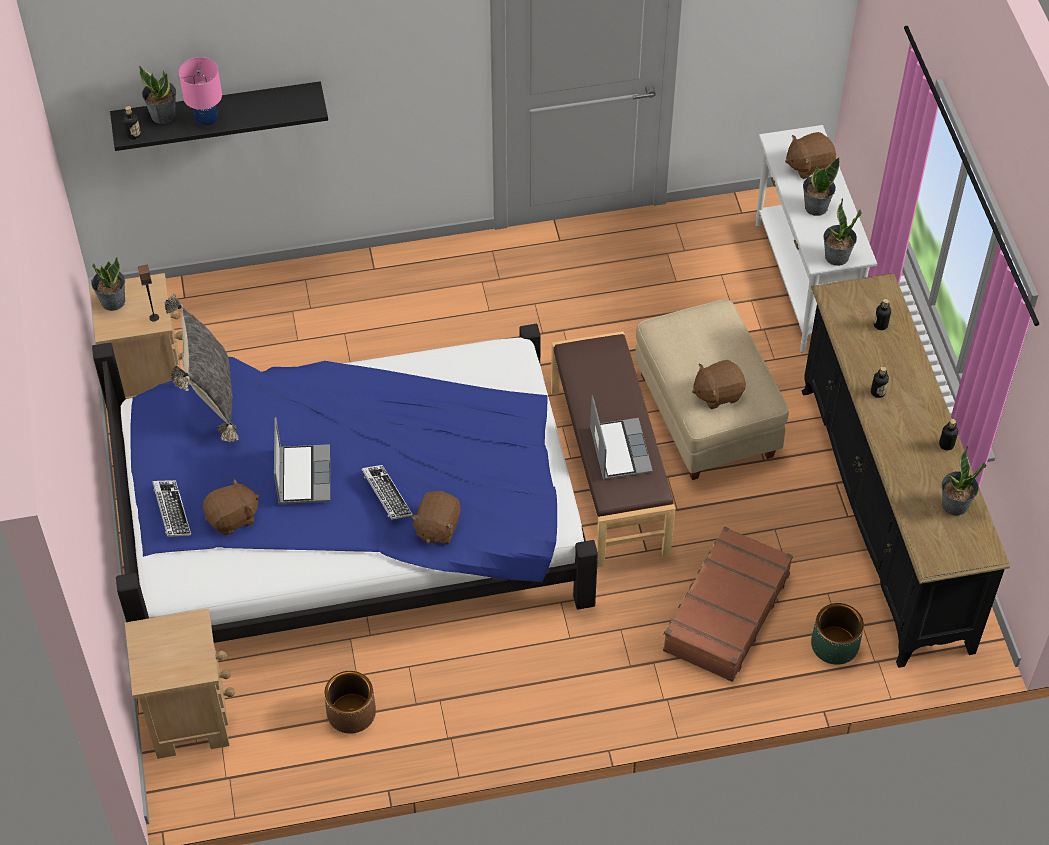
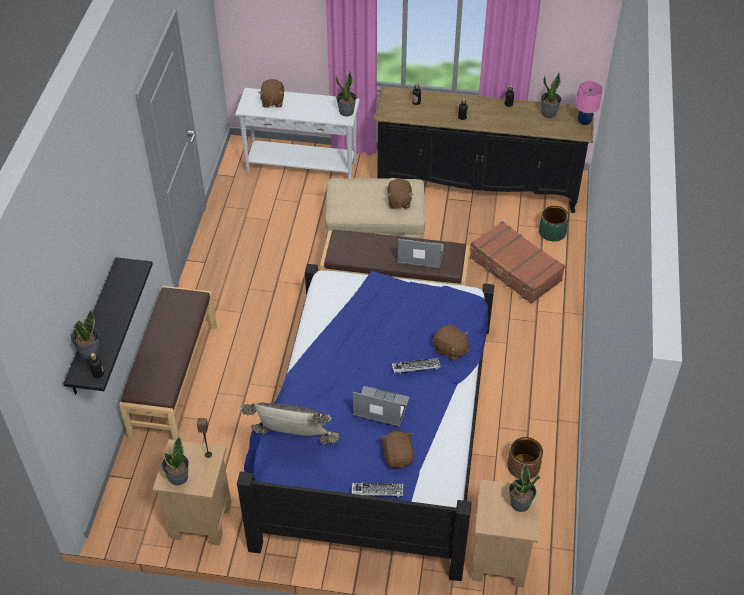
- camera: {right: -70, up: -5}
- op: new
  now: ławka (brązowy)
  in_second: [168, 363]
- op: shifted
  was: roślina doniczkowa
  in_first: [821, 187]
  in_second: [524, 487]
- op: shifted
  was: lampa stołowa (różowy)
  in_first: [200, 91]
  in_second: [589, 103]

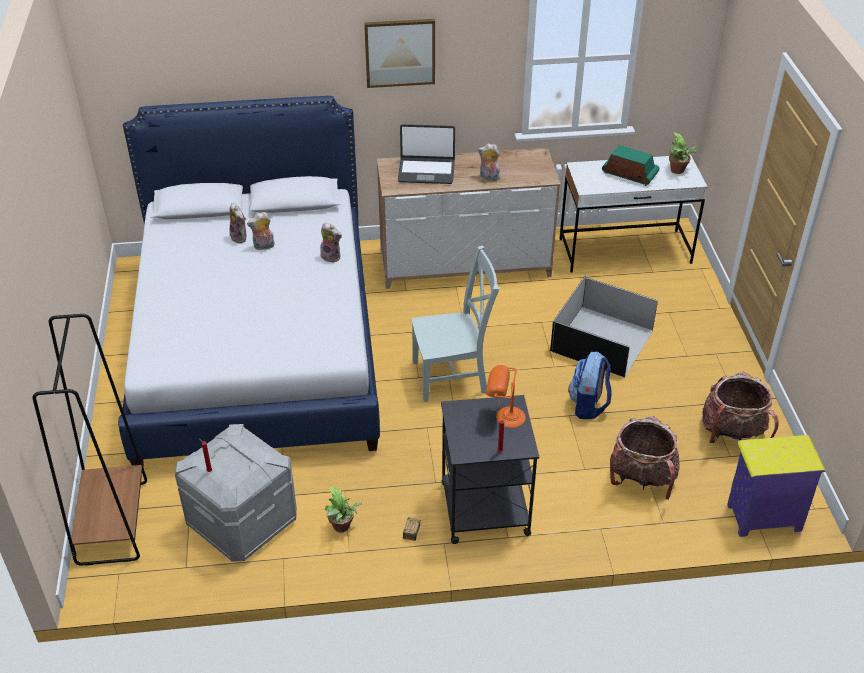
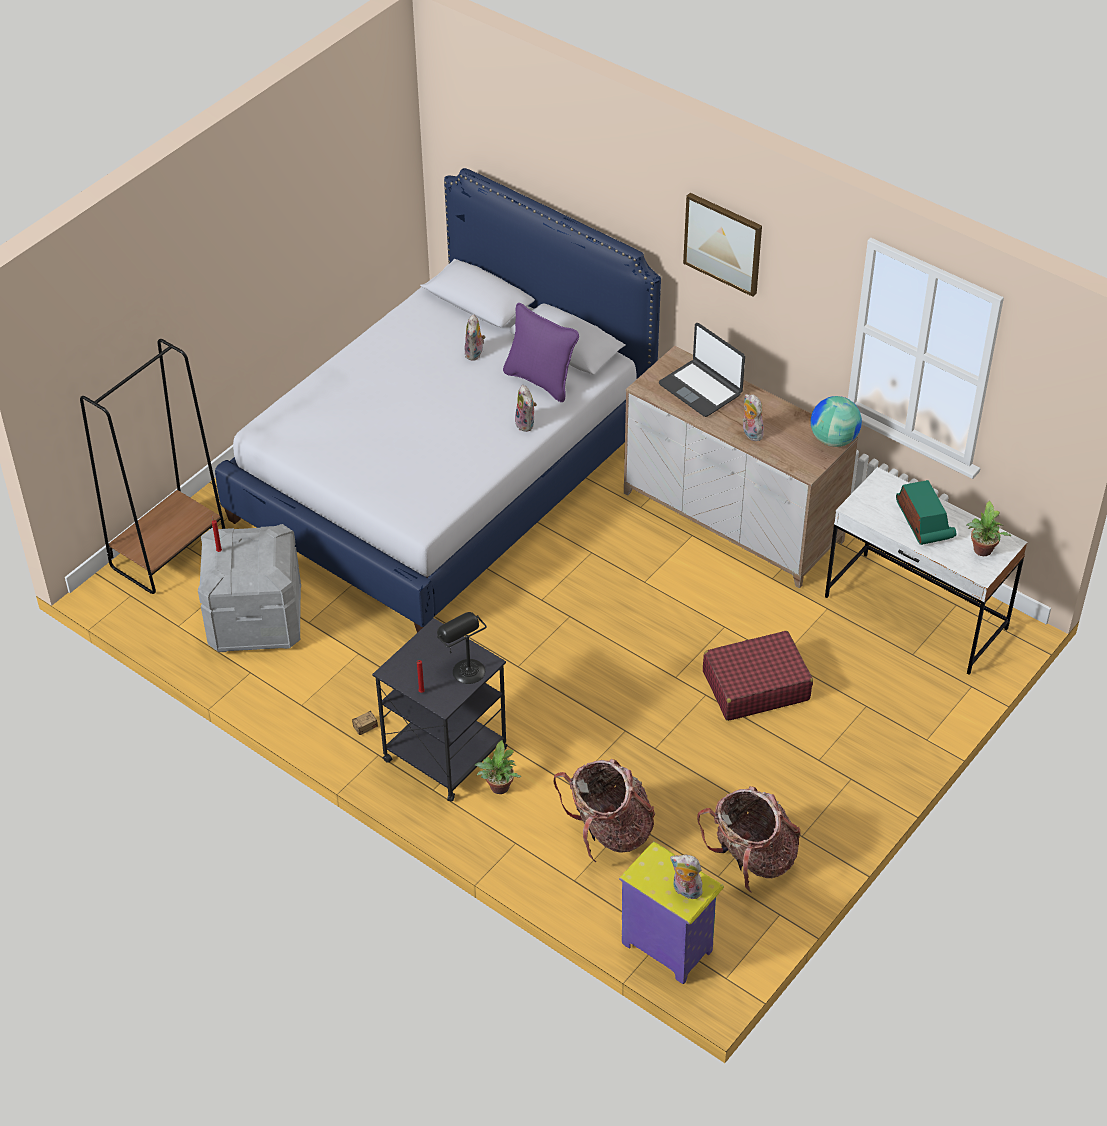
- camera: {right: 45, up: 5}
- op: repainted
  was: lampa stołowa (pomarańczowy)
  now: lampa stołowa (czarny)
  in_first: [506, 396]
  in_second: [462, 648]
- op: shifted
  was: roślina doniczkowa
  in_first: [343, 509]
  in_second: [497, 767]
- op: new
  now: poduszka (fioletowy)
  in_second: [541, 352]
- op: shifted
  was: pluszak
  in_first: [261, 231]
  in_second: [686, 877]
- op: swapped
  was: pojemnik do przechowywania (czarny)
  now: walizka (czerwony)
  in_first: [604, 326]
  in_second: [758, 676]
- op: new
  now: globus
  in_second: [836, 421]
- op: gone
  was: krzesło (szary)
  in_first: [455, 324]
- op: gone
  was: plecak
  in_first: [590, 385]

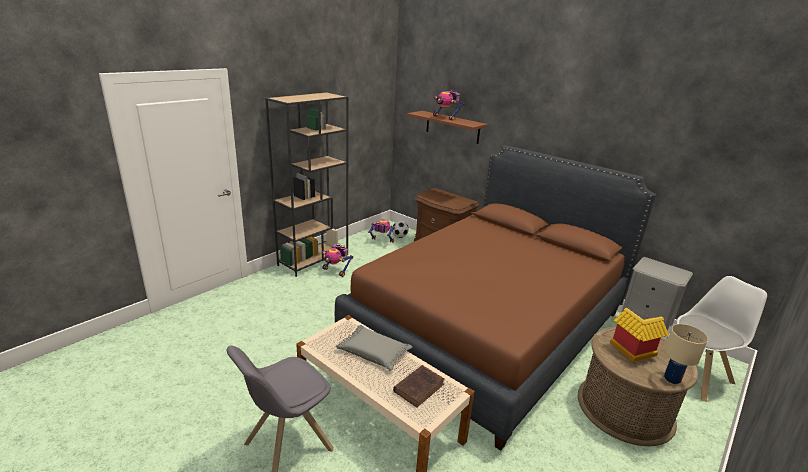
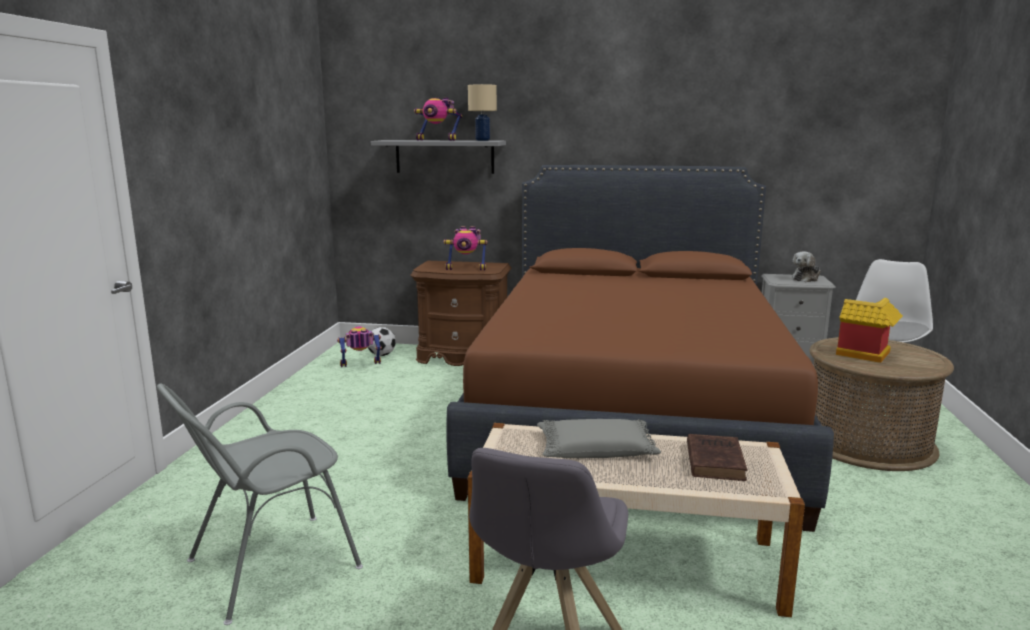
- camera: {right: -30, up: -10}
- op: new
  now: krzesło (szary)
  in_second: [260, 504]
- op: repainted
  was: półka (brązowy)
  now: półka (szary)
  in_first: [447, 127]
  in_second: [438, 157]
- op: shifted
  was: robot zabawkowy
  in_first: [338, 260]
  in_second: [465, 248]
- op: shifted
  was: lampa stołowa (beżowy)
  in_first: [686, 354]
  in_second: [482, 112]
- op: new
  now: pluszak
  in_second: [806, 266]
- op: gone
  was: regał
  in_first: [307, 184]

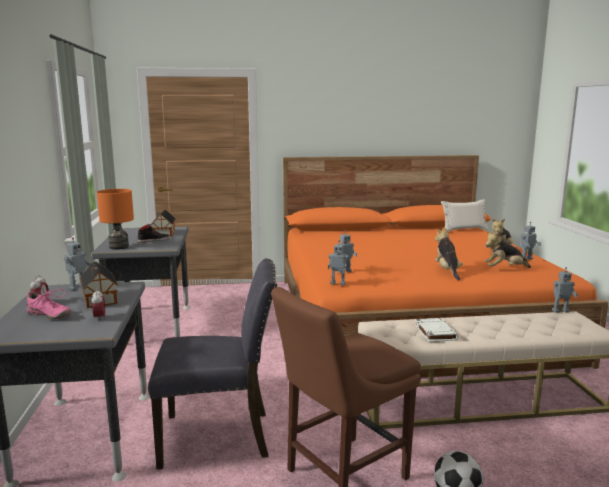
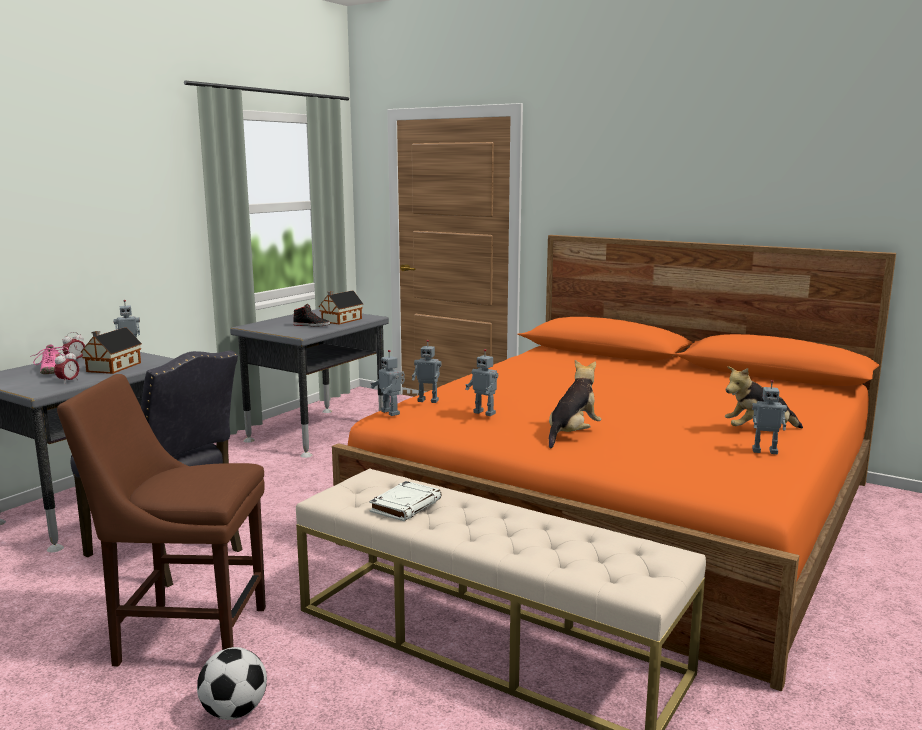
- camera: {right: 40, up: 0}
- op: shifted
  was: robot zabawkowy
  in_first: [565, 290]
  in_second: [481, 382]
- op: gone
  was: lampa stołowa (pomarańczowy)
  in_first: [115, 219]
- op: gone
  was: poduszka (biały)
  in_first: [464, 215]
- op: gone
  was: pluszak
  in_first: [507, 249]

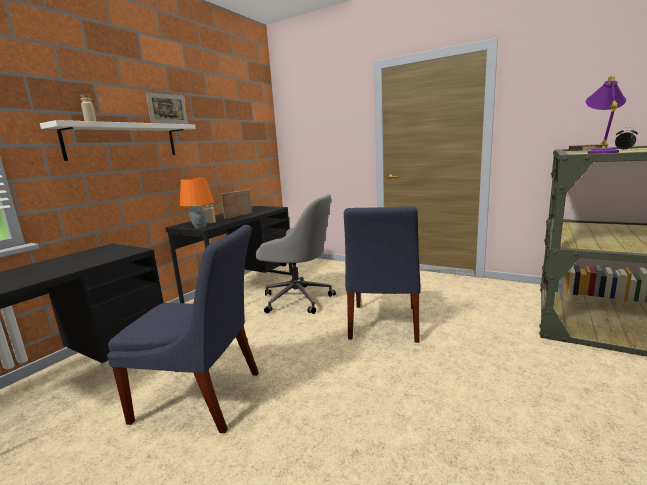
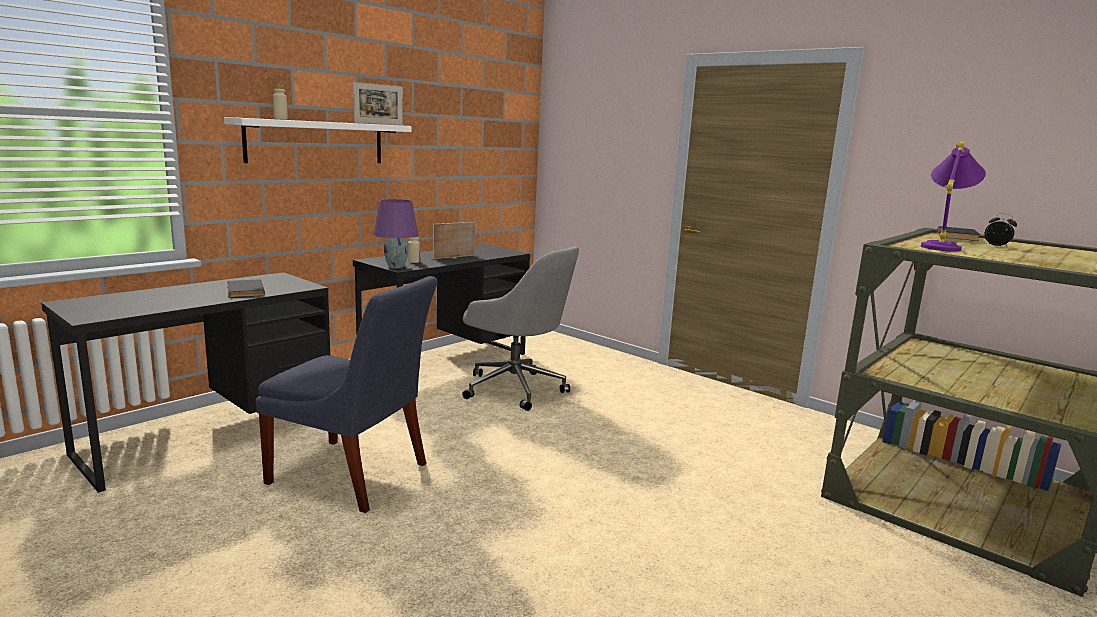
- camera: {right: 10, up: 0}
- op: new
  now: książka (czarny)
  in_second: [246, 288]
- op: repainted
  was: lampa stołowa (pomarańczowy)
  now: lampa stołowa (fioletowy)
  in_first: [197, 203]
  in_second: [396, 233]
- op: gone
  was: krzesło (niebieski)
  in_first: [382, 274]

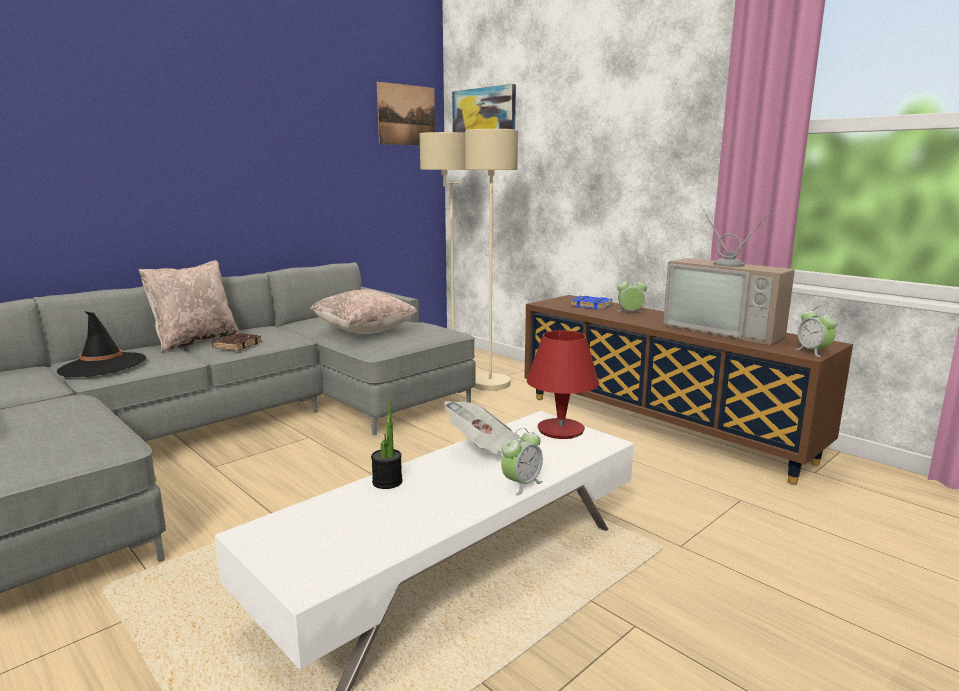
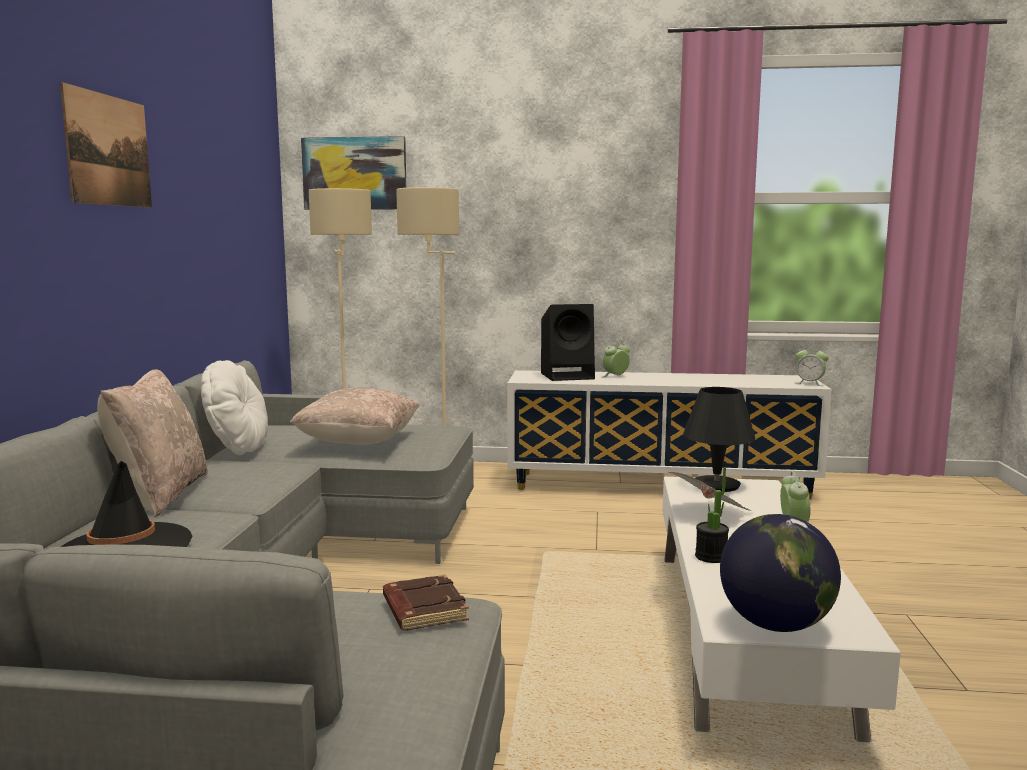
- camera: {right: -40, up: -5}
- op: shifted
  was: obraz
  in_first: [406, 113]
  in_second: [106, 145]
- op: new
  now: poduszka (biały)
  in_second: [234, 407]
- op: shifted
  was: książka (brązowy)
  in_first: [237, 342]
  in_second: [426, 602]
- op: repainted
  was: szafka pod telewizor (brązowy)
  now: szafka pod telewizor (biały)
  in_first: [688, 389]
  in_second: [669, 434]
- op: swapped
  was: książka (niebieski)
  now: głośnik (czarny)
  in_first: [591, 302]
  in_second: [568, 342]
- op: repainted
  was: lampa stołowa (czerwony)
  now: lampa stołowa (czarny)
  in_first: [563, 384]
  in_second: [719, 439]
- op: new
  now: globus
  in_second: [780, 573]
- op: gone
  was: telewizor
  in_first: [729, 275]

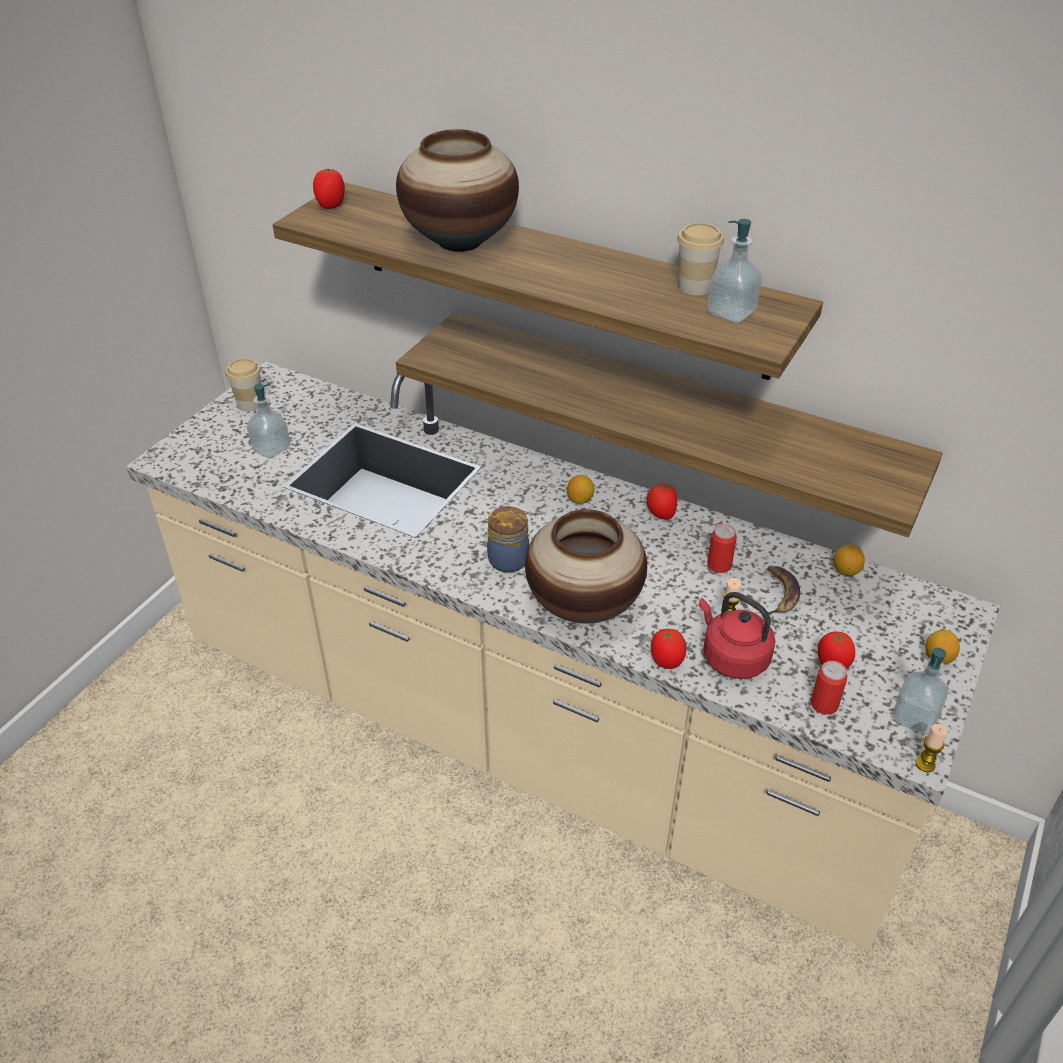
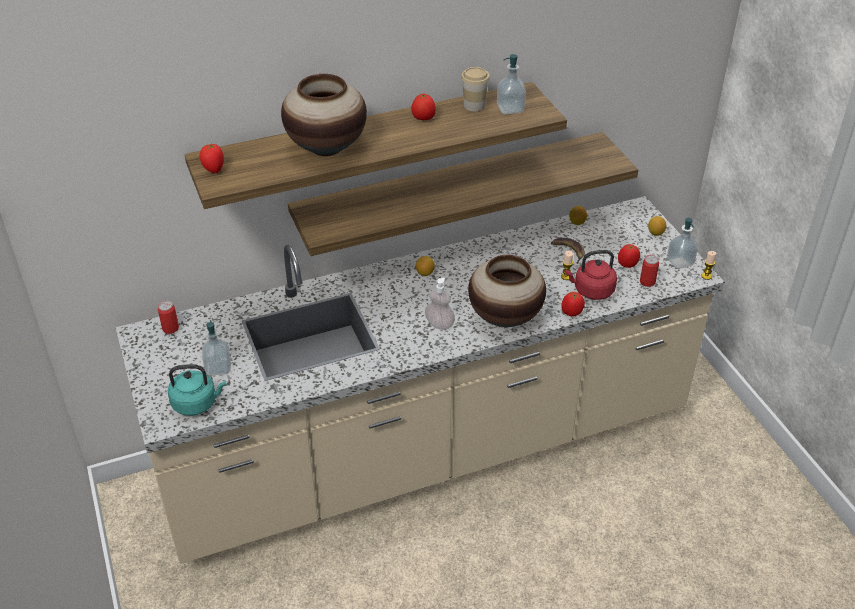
- camera: {right: -50, up: 0}
- op: shifted
  was: puszka
  in_first: [722, 548]
  in_second: [168, 317]
- op: new
  now: czajnik (turkusowy)
  in_second: [197, 390]
- op: shifted
  was: pomidor
  in_first: [662, 501]
  in_second: [423, 107]
- op: swapped
  was: słoik
  now: dozownik mydła
  in_first: [508, 539]
  in_second: [440, 304]
- op: gone
  was: filiżanka
  in_first: [243, 384]

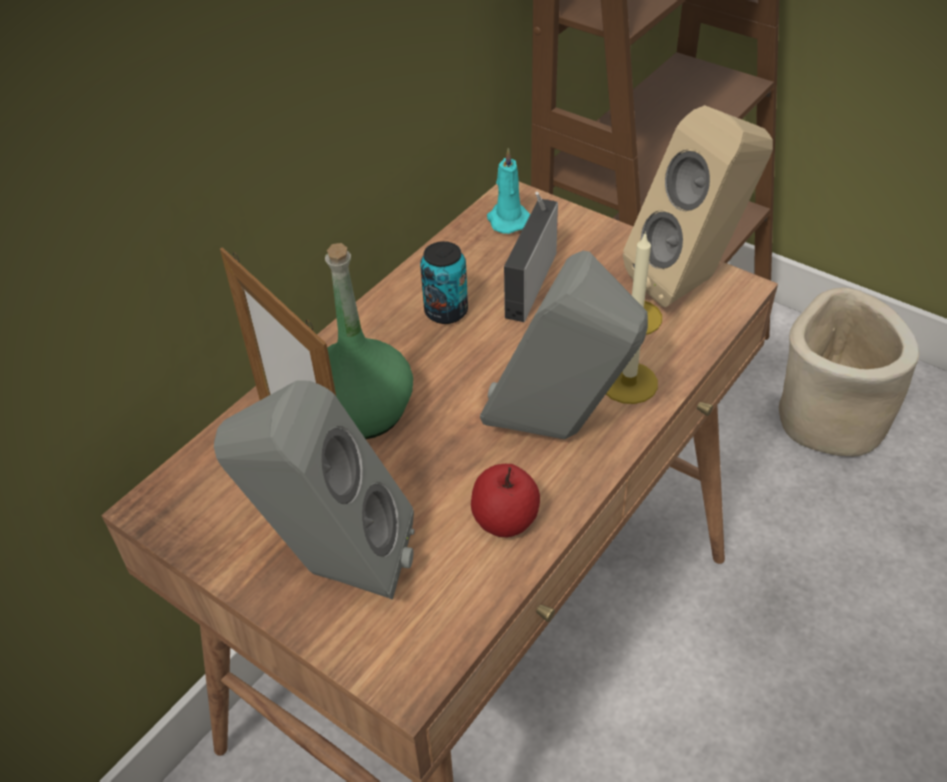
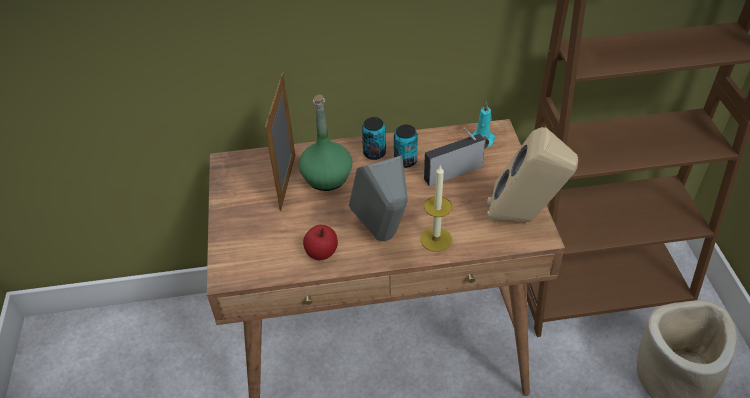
- camera: {right: 45, up: 0}
- op: new
  now: puszka
  in_second: [374, 138]
- op: gone
  was: głośnik (szary)
  in_first: [314, 489]

